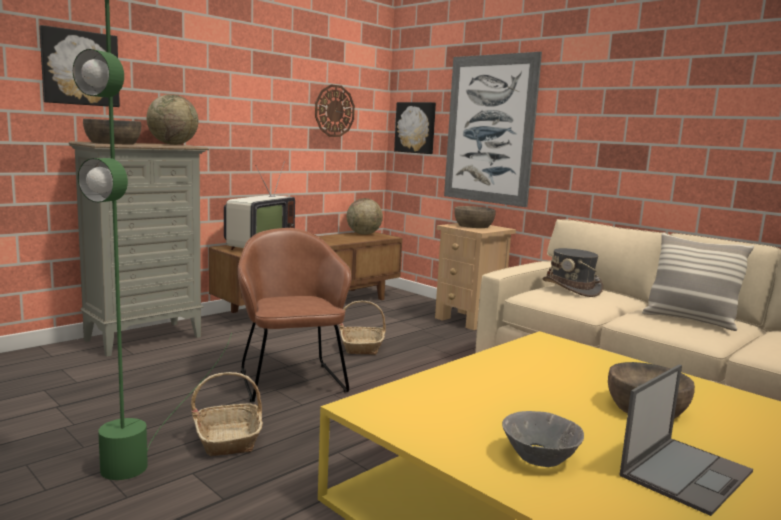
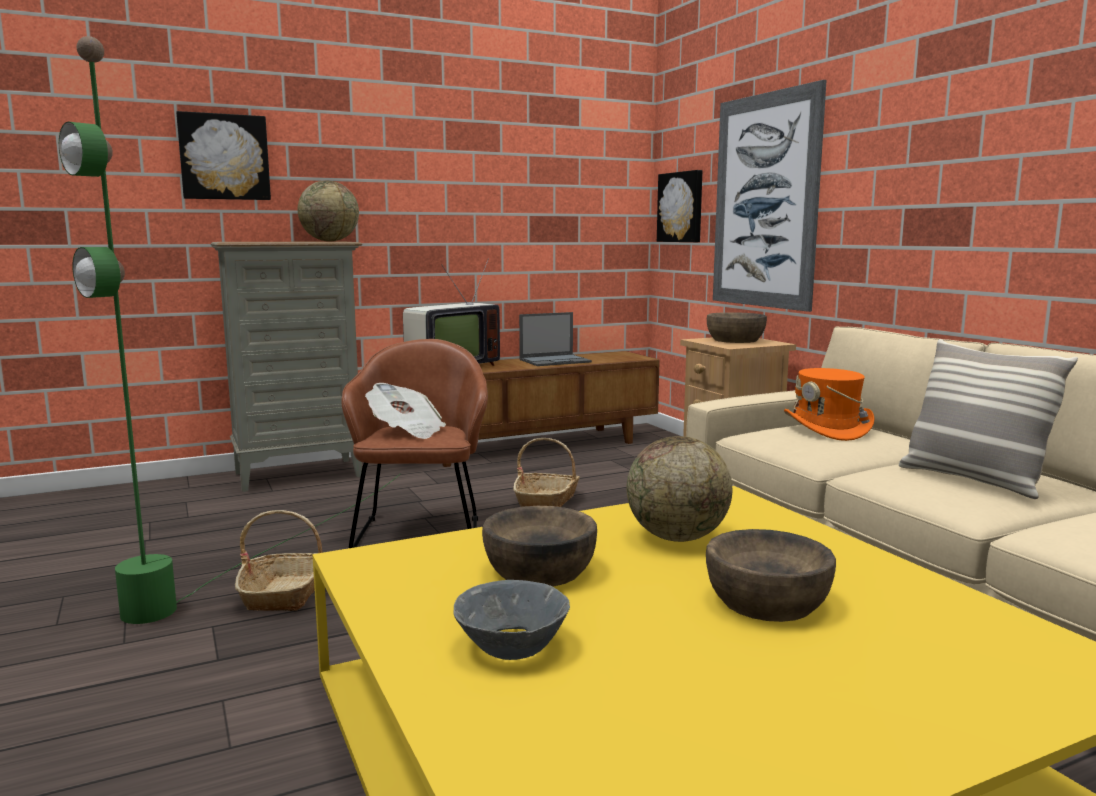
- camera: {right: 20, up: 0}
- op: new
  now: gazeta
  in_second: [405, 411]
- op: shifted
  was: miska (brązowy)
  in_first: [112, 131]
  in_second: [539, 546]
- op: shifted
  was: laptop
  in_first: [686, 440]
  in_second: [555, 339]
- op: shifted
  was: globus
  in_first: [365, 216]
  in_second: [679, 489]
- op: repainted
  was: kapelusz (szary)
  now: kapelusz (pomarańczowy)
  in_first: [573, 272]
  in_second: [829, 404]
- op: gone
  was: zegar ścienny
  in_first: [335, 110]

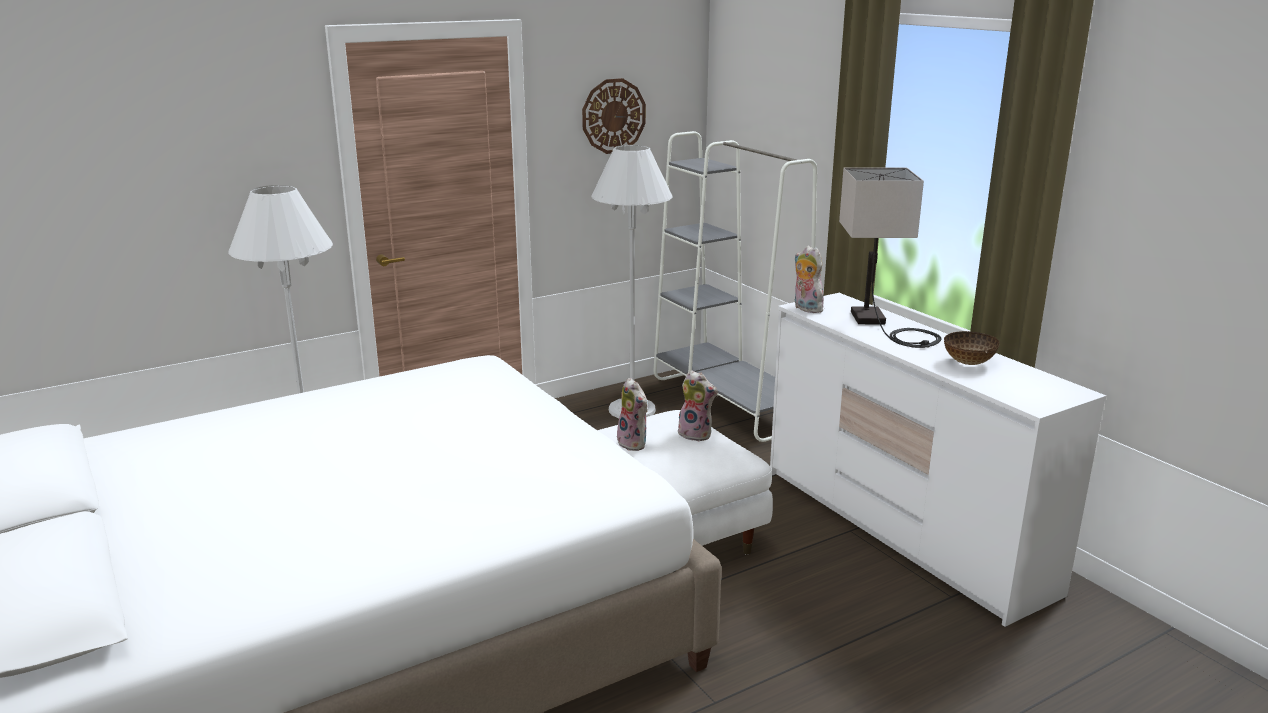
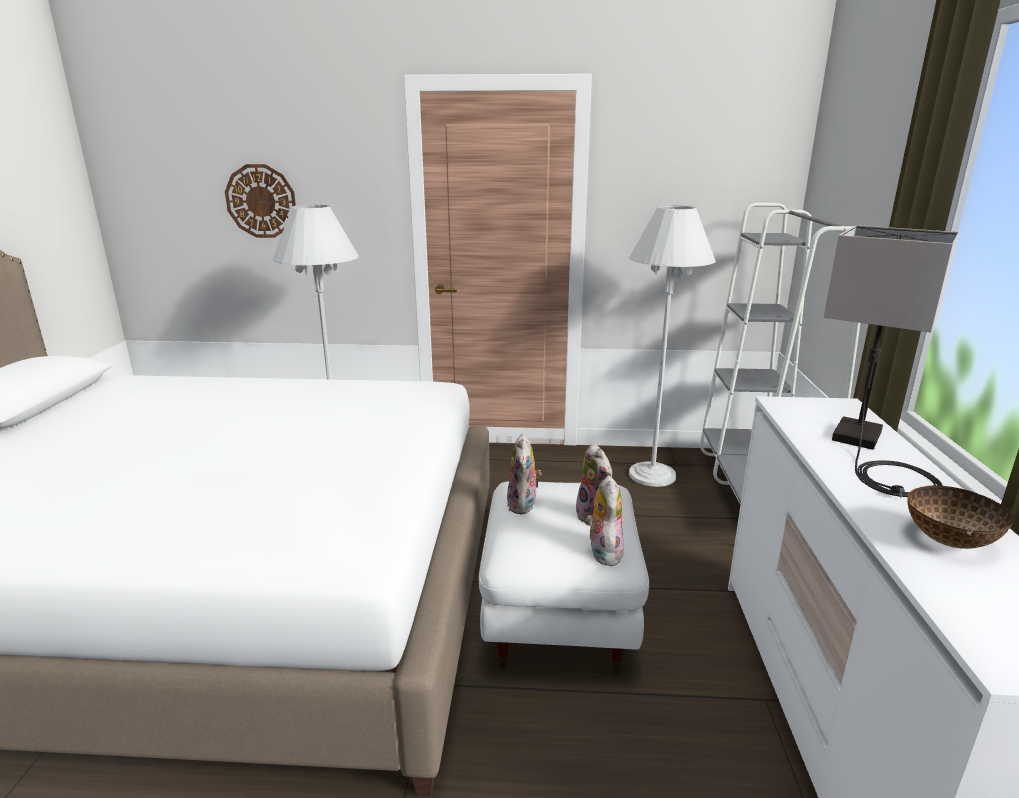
- camera: {right: 35, up: 0}
- op: shifted
  was: zegar ścienny
  in_first: [614, 116]
  in_second: [260, 201]
- op: shifted
  was: pluszak
  in_first: [809, 279]
  in_second: [605, 520]

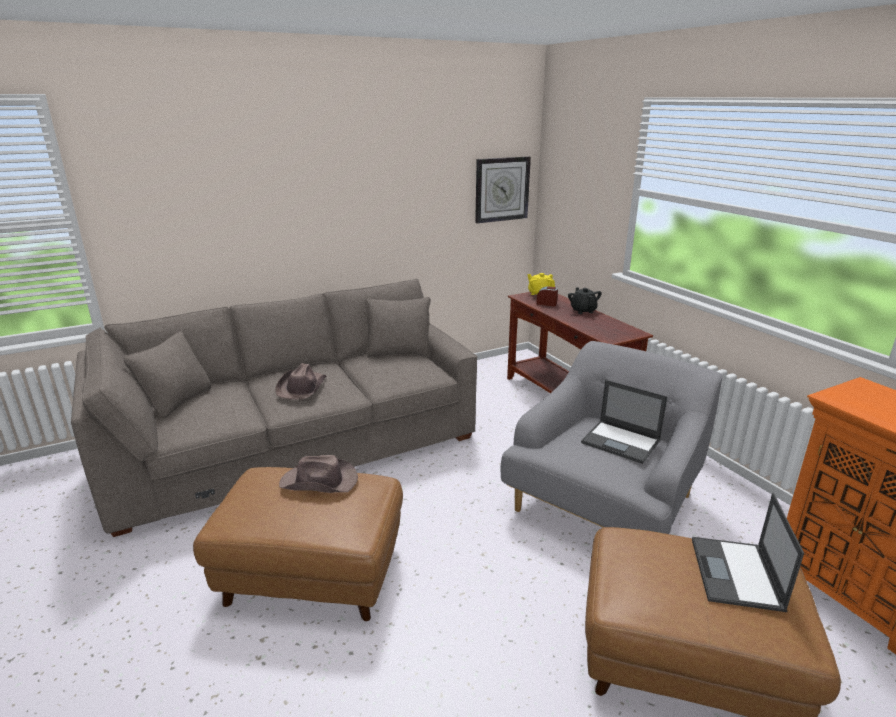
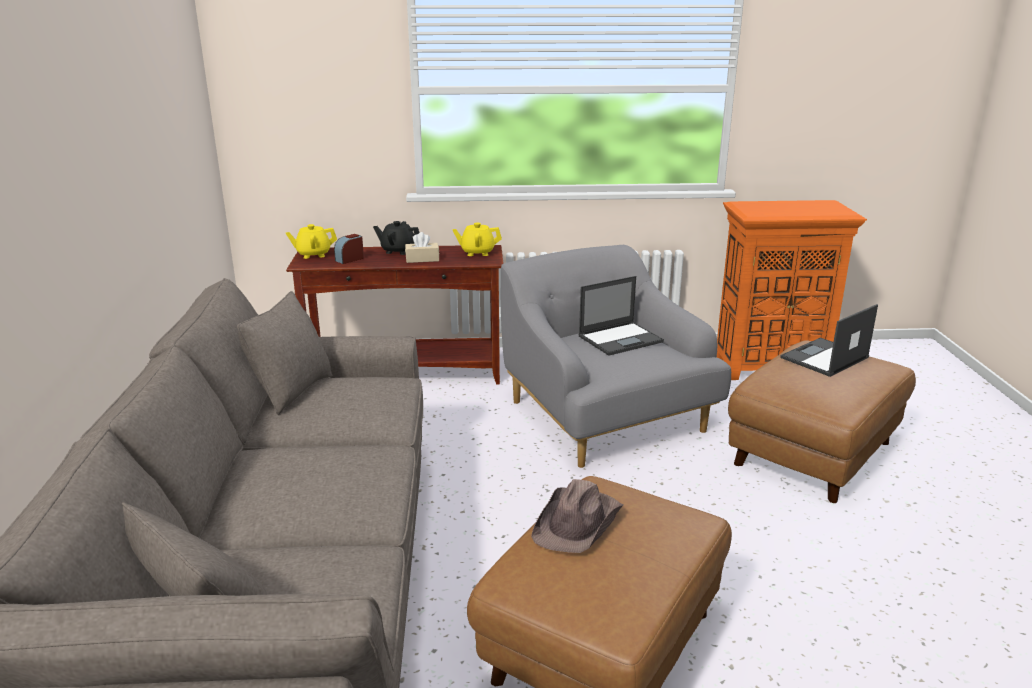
- camera: {right: -65, up: 0}
- op: new
  now: pudełko chusteczek (beżowy)
  in_second: [422, 247]
- op: new
  now: imbryk (żółty)
  in_second: [477, 239]
- op: rotated
  was: laptop
  in_first: [748, 552]
  in_second: [829, 340]
  clockwise: 105
- op: gone
  was: kapelusz (brązowy)
  in_first: [301, 381]
- op: gone
  was: zegar ścienny
  in_first: [503, 189]

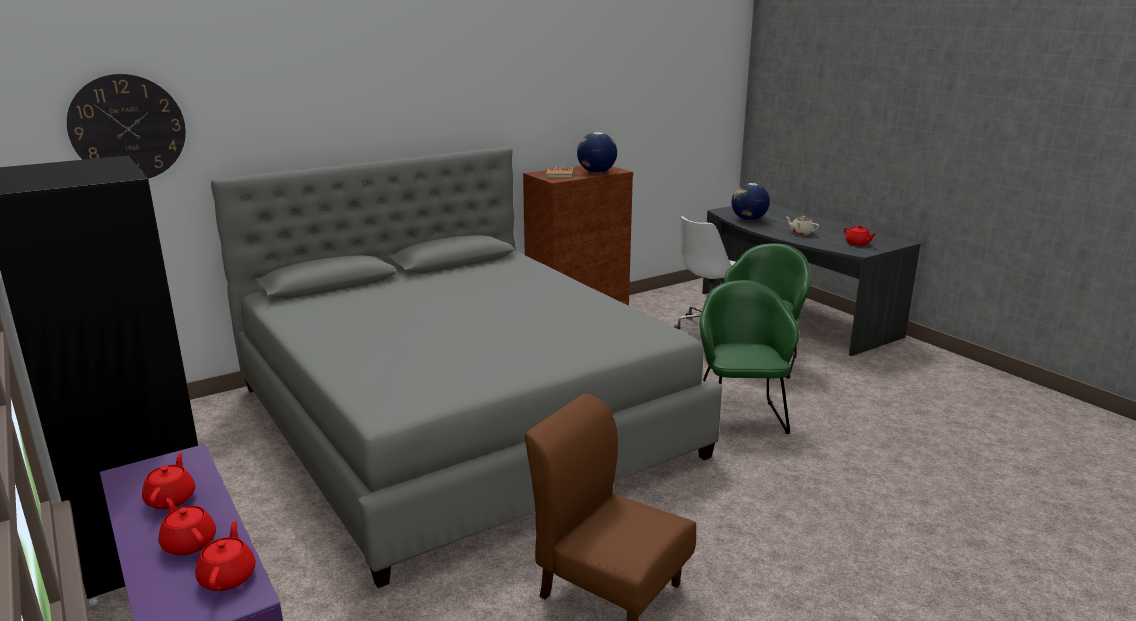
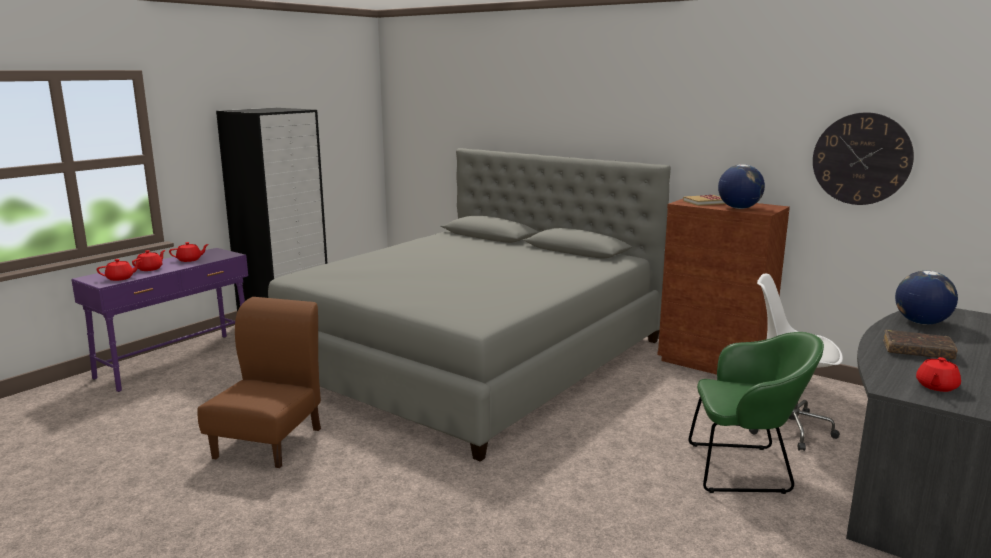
- camera: {right: 70, up: -5}
- op: shifted
  was: zegar ścienny
  in_first: [126, 126]
  in_second: [863, 158]
- op: swapped
  was: imbryk (beżowy)
  now: książka (brązowy)
  in_first: [802, 225]
  in_second: [920, 344]
- op: gone
  was: fotel (zielony)
  in_first: [750, 357]

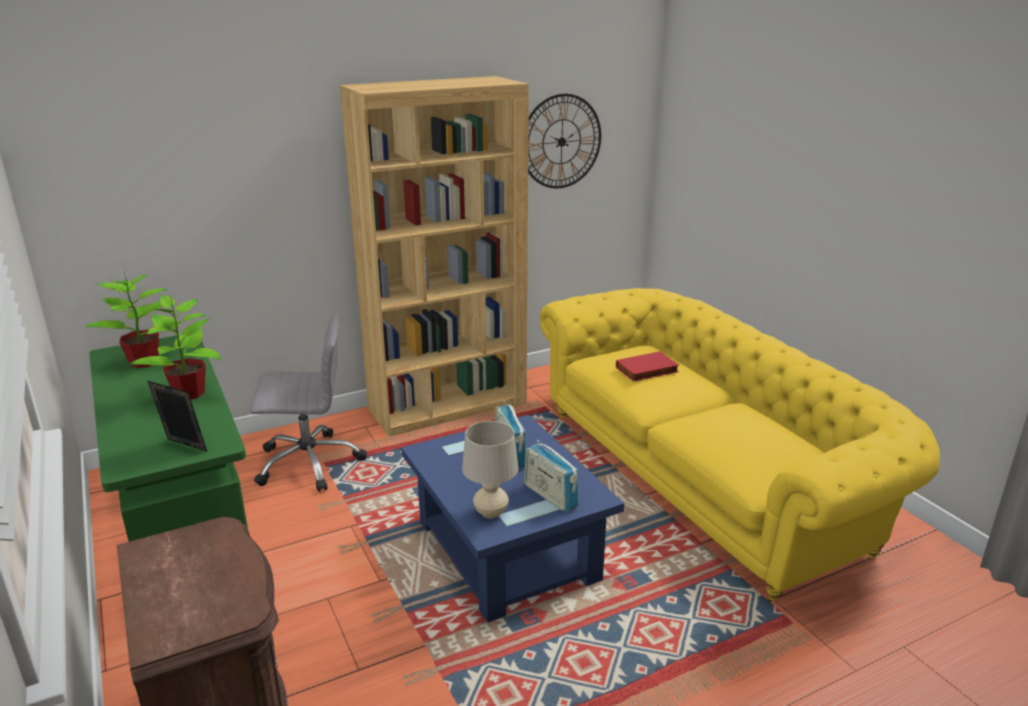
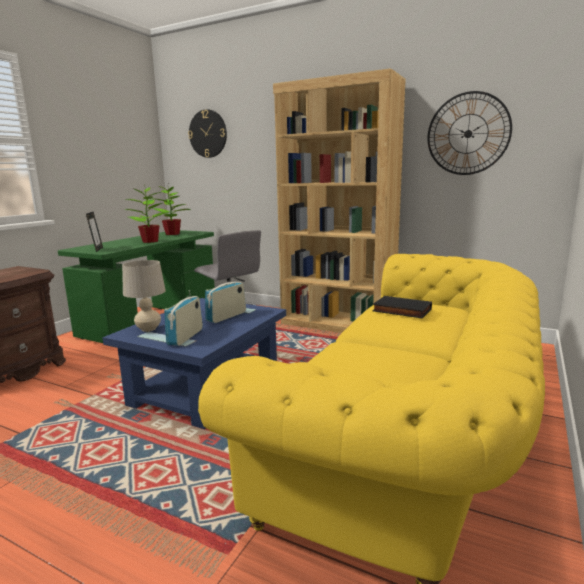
- camera: {right: 55, up: -10}
- op: new
  now: zegar ścienny
  in_second: [207, 133]
- op: repainted
  was: książka (czerwony)
  now: książka (czarny)
  in_first: [647, 366]
  in_second: [402, 307]

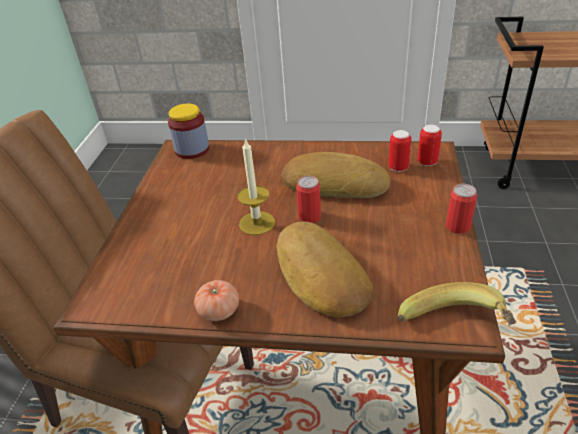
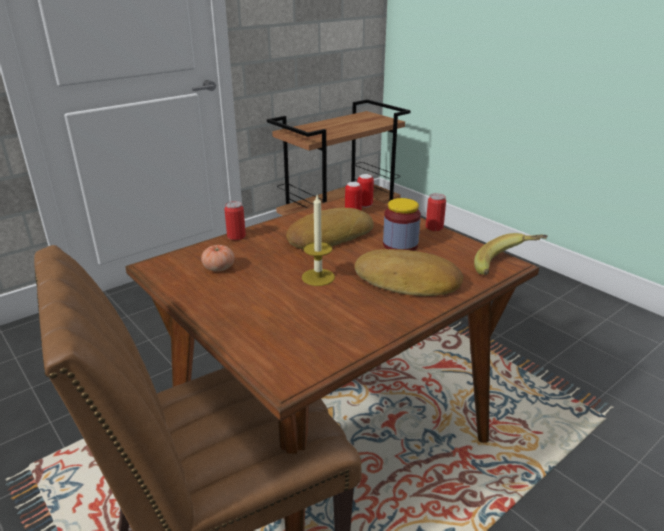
- camera: {right: -50, up: -10}
- op: shifted
  was: pomidor
  in_first: [216, 300]
  in_second: [218, 258]
- op: shifted
  was: puszka
  in_first: [308, 199]
  in_second: [235, 220]
- op: shifted
  was: słoik
  in_first: [188, 131]
  in_second: [402, 224]

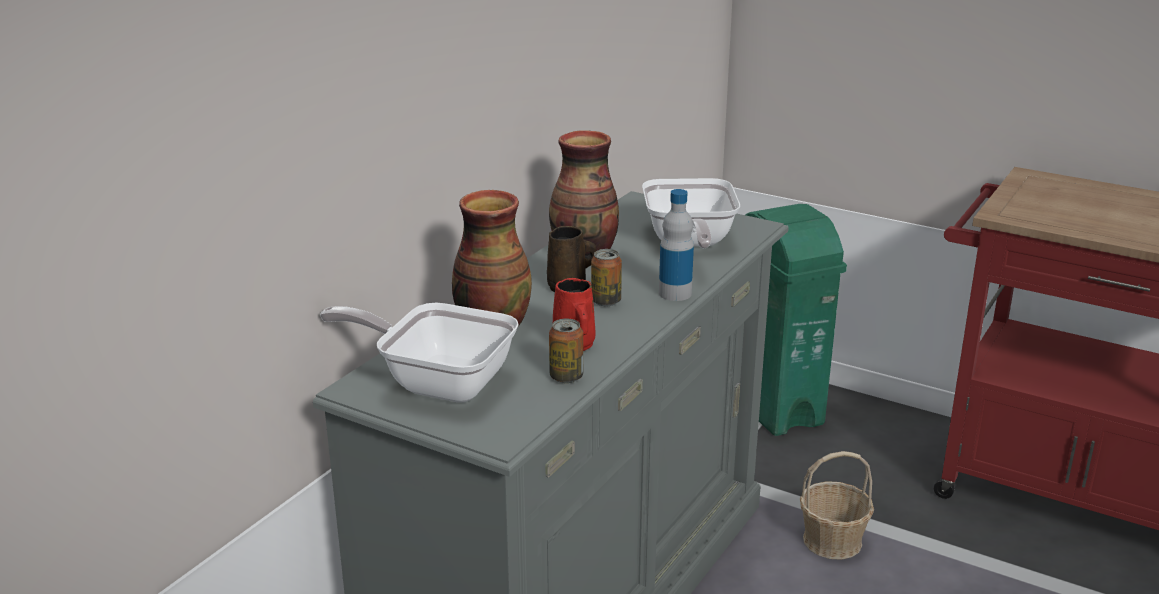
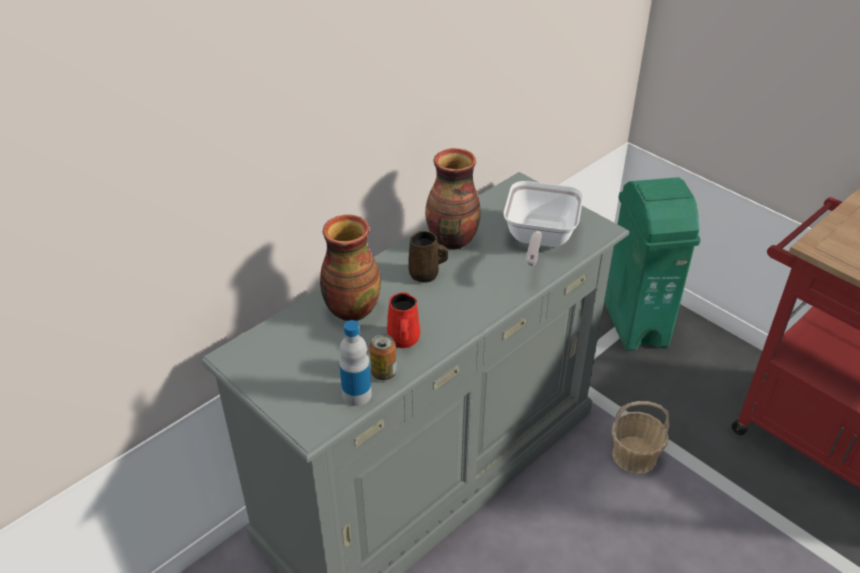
- camera: {right: 15, up: 15}
- op: shifted
  was: butelka
  in_first: [676, 245]
  in_second: [355, 363]
- op: gone
  was: patelnia
  in_first: [419, 352]
- op: gone
  was: puszka
  in_first: [606, 277]

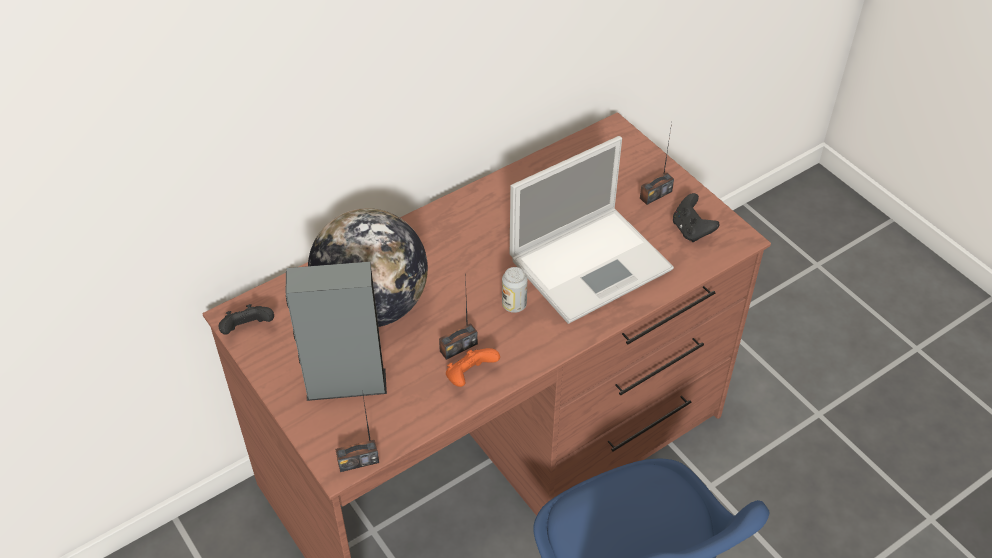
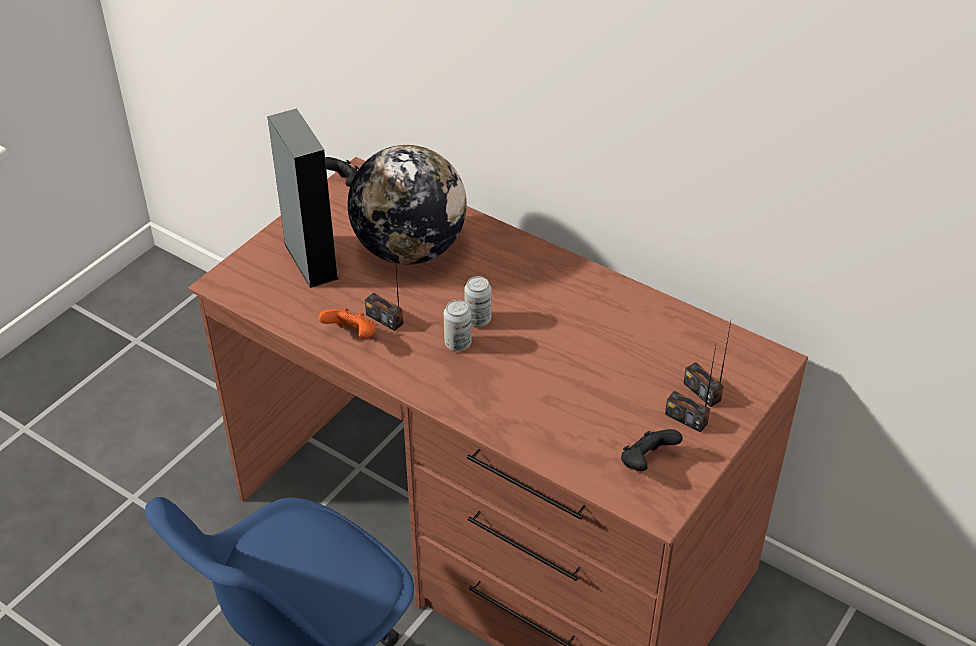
- camera: {right: 70, up: -5}
- op: new
  now: puszka
  in_second: [478, 301]
- op: shifted
  was: radio
  in_first: [357, 431]
  in_second: [707, 364]
- op: gone
  was: laptop
  in_first: [592, 230]

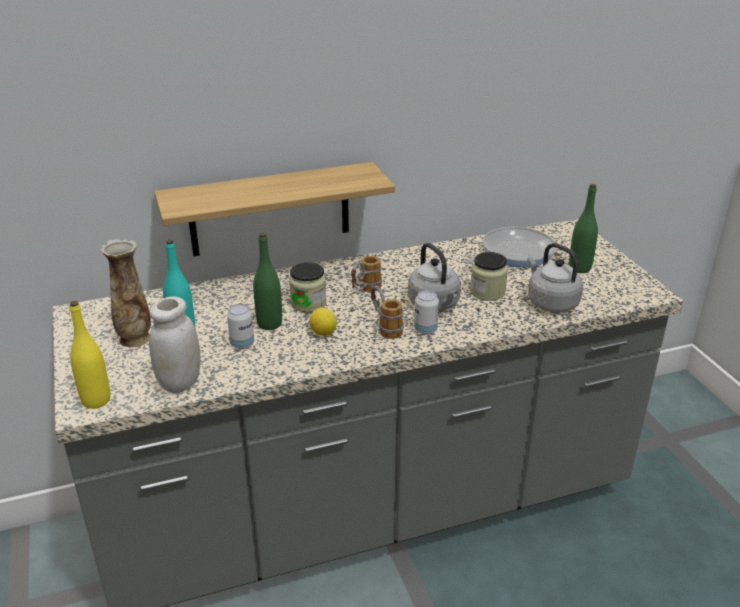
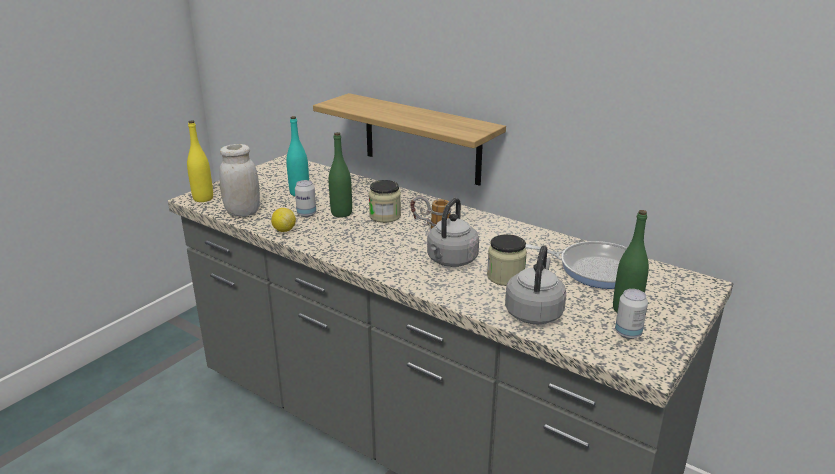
- camera: {right: 55, up: -5}
- op: shifted
  was: cytryna
  in_first: [323, 321]
  in_second: [283, 220]
- op: shifted
  was: puszka
  in_first: [426, 312]
  in_second: [631, 314]
- op: gone
  was: wazon
  in_first: [125, 293]
- op: gone
  was: kubek
  in_first: [387, 312]

